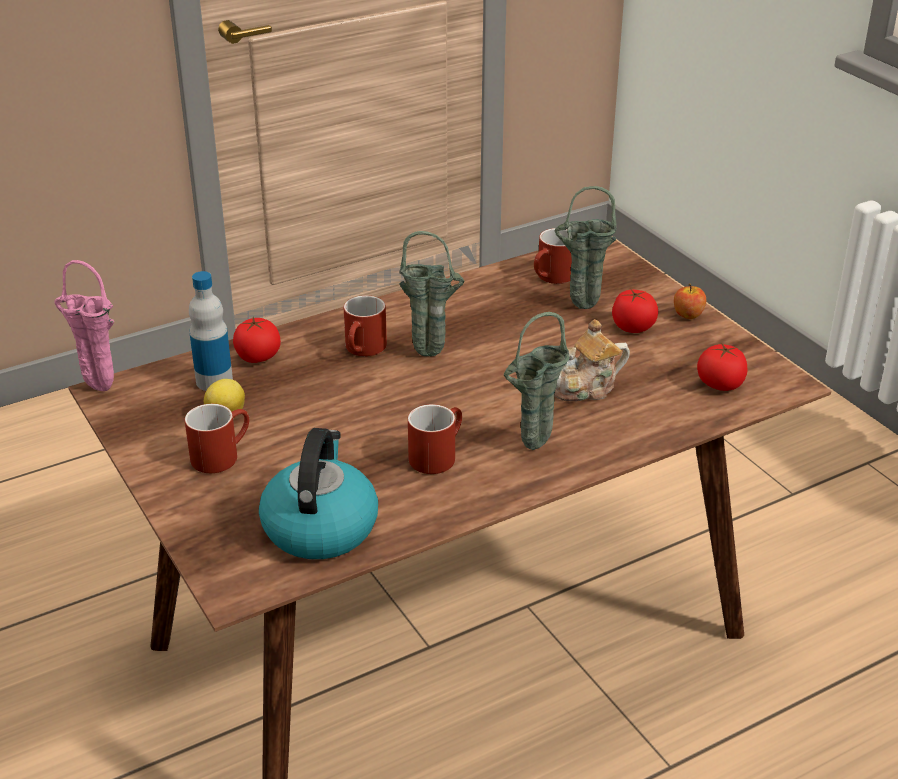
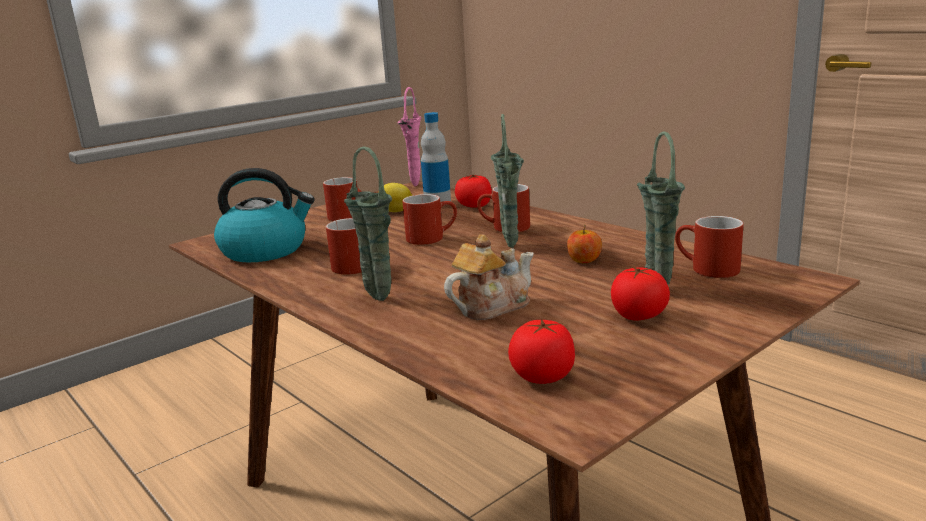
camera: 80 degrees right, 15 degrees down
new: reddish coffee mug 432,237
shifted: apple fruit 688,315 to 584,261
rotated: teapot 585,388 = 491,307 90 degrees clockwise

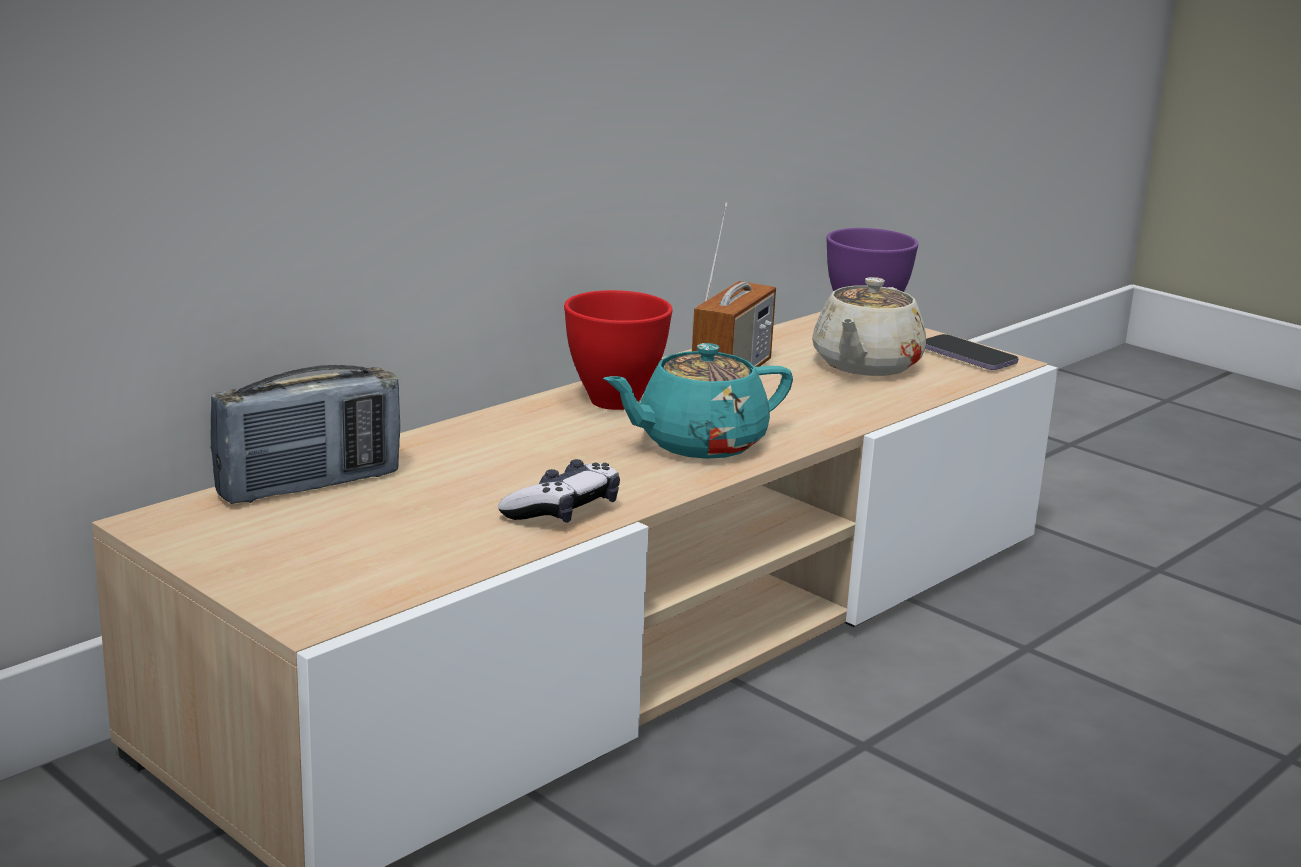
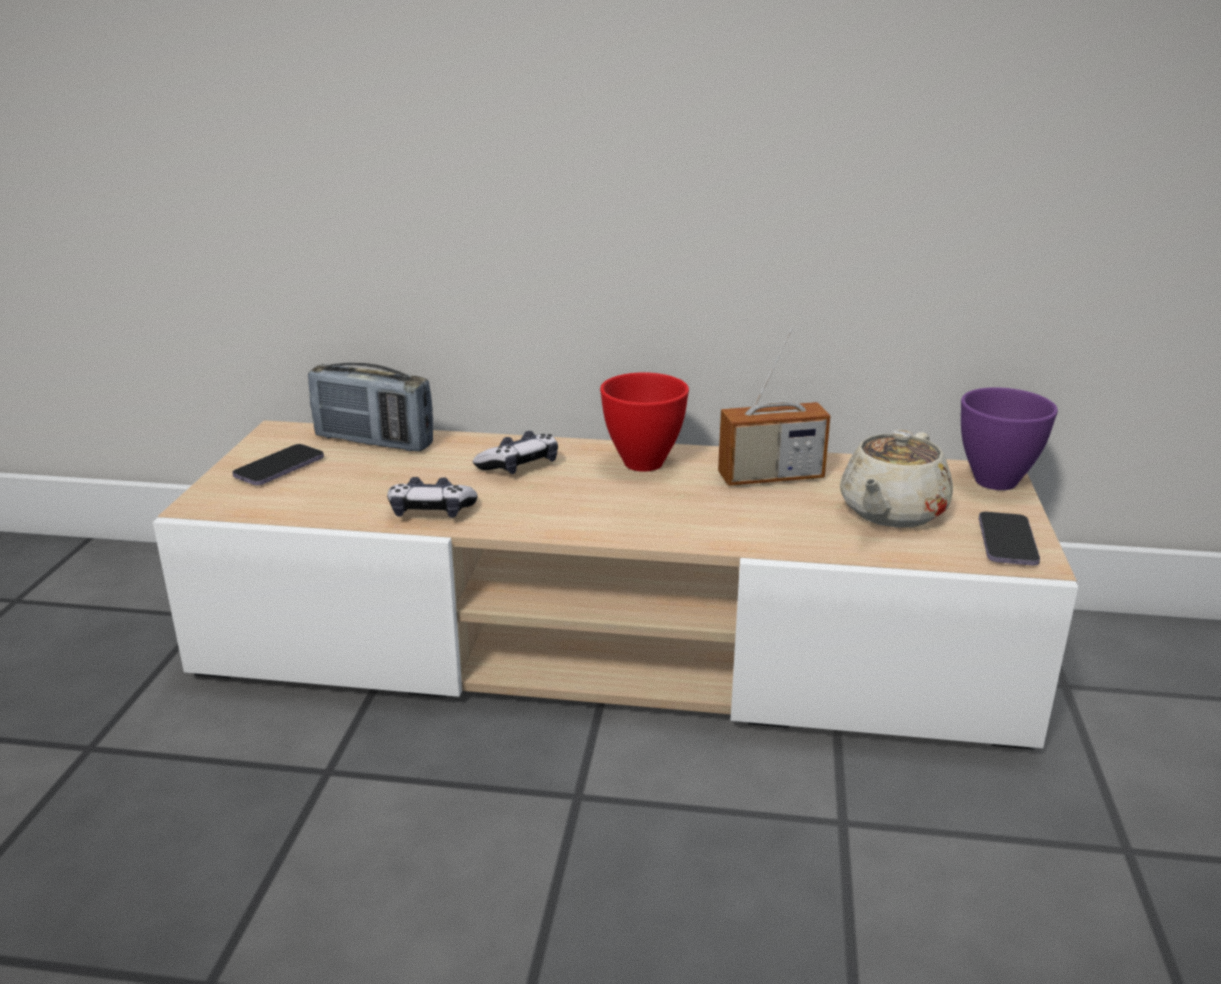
camera: 55 degrees right, 5 degrees up
gone: turquoise teapot 698,443
new: game controller 519,466; phone 279,468
rotated: beige-coloured teapot 865,365 = 891,512 45 degrees counterclockwise

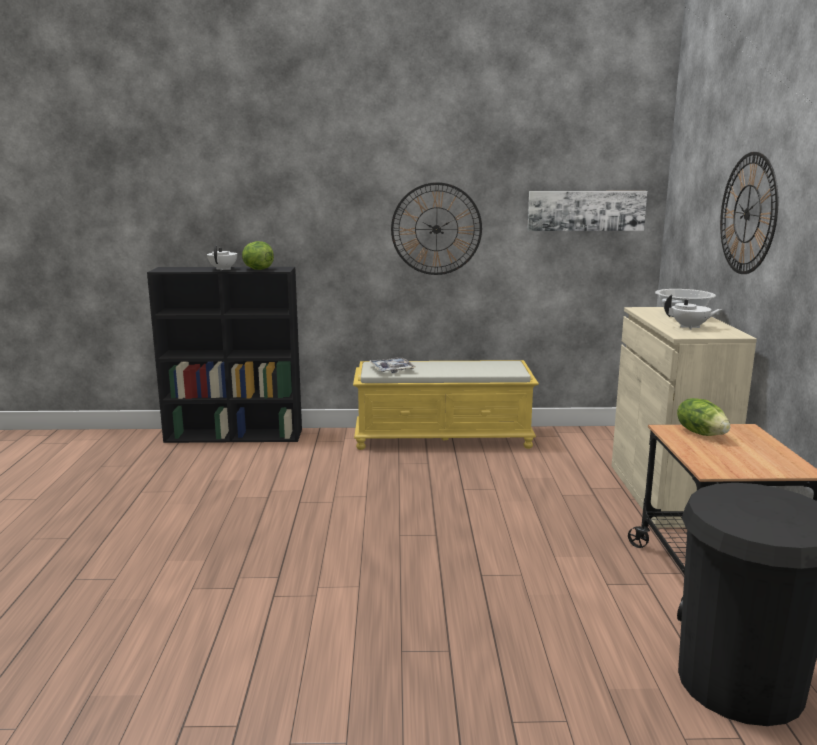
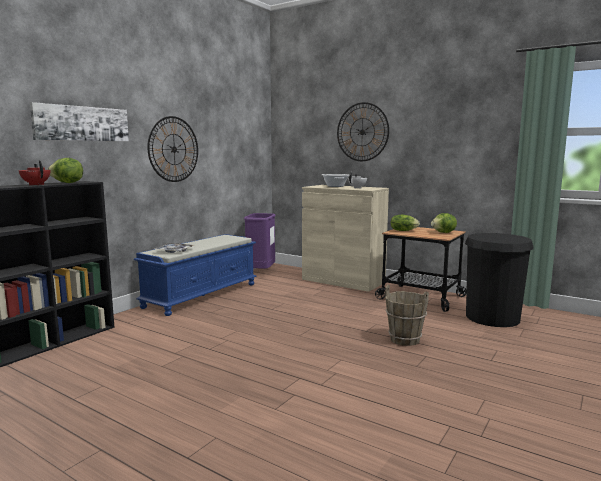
camera: 55 degrees left, 5 degrees down
new: purplish waste bin 261,272; head of lettuce 444,232; brownish water bucket 405,339
shifted: picture 586,210 to 82,123
repainted: whitish teapot 223,269 to reddish teapot 36,184; yellow-coloured indoor bench 444,438 to blue-coloured indoor bench 201,295

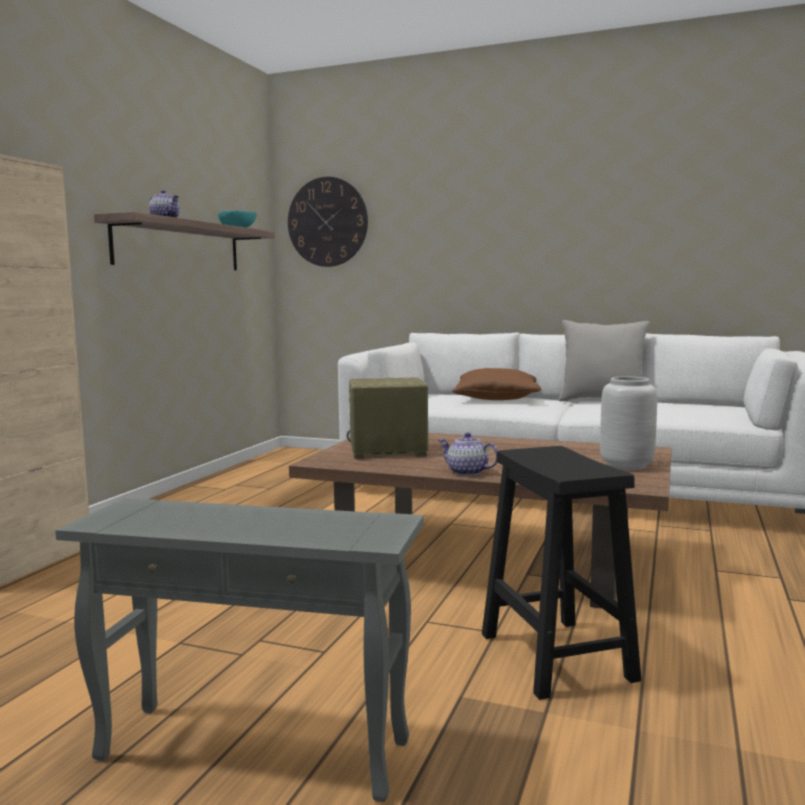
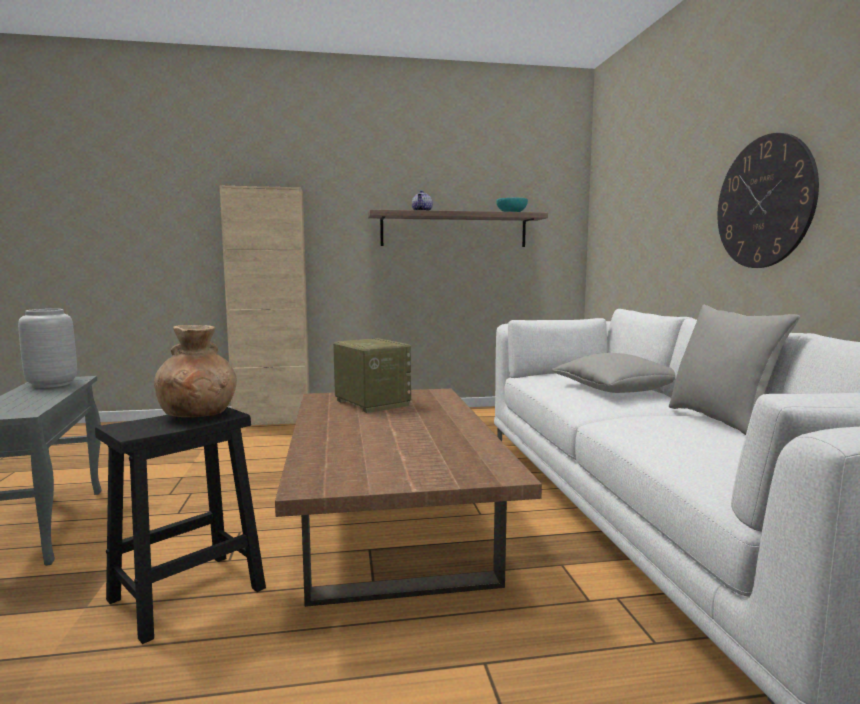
camera: 60 degrees right, 0 degrees up
gone: teapot 467,472
new: brownish decorative vase 198,414
shifted: wall clock 327,222 to 764,202; gray decorative vase 627,466 to 51,384
repainted: brownish pillow 497,399 to gray pillow 617,389

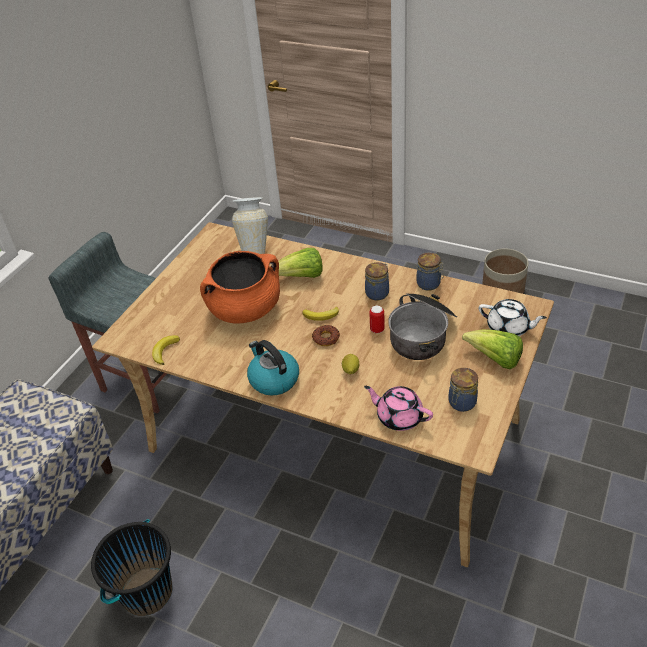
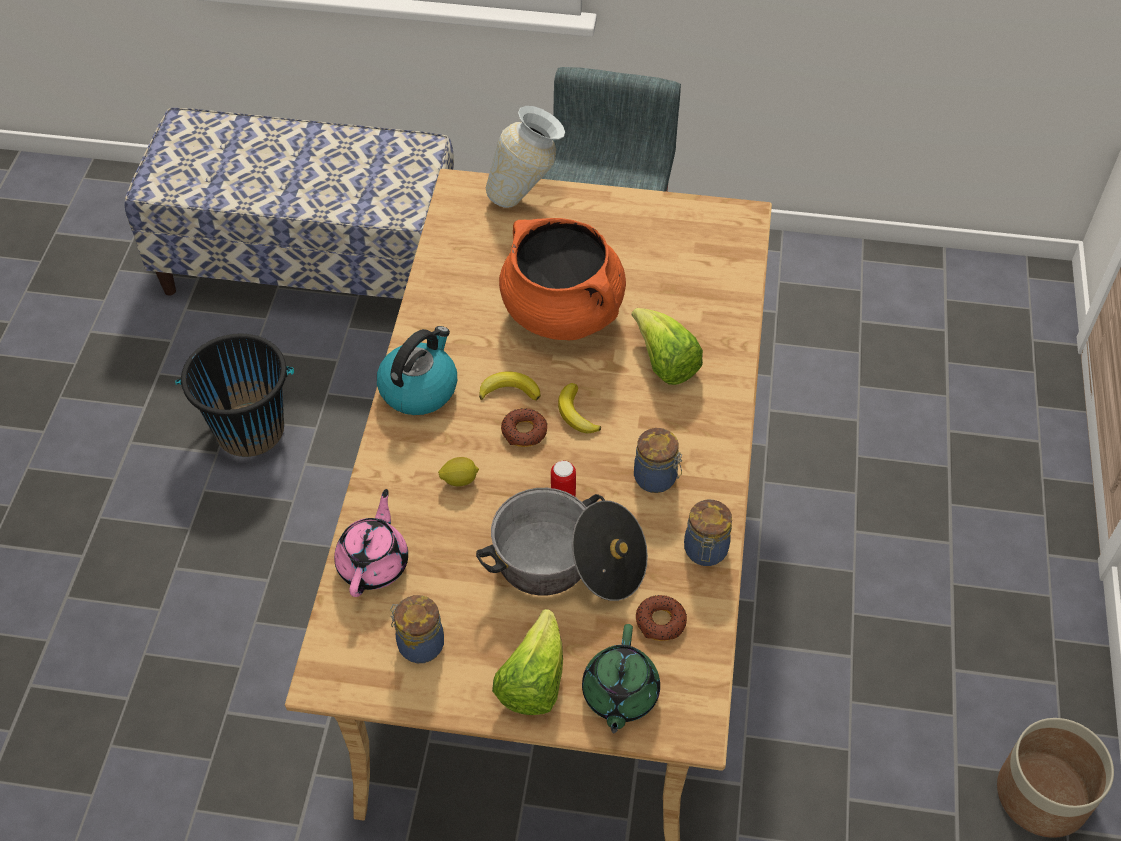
camera: 70 degrees right, 10 degrees up
new: doughnut 660,622
shifted: decorative vase 255,250 to 527,196; banana fruit 165,351 to 509,390
repainted: whitish teapot 508,328 to green-coloured teapot 619,695

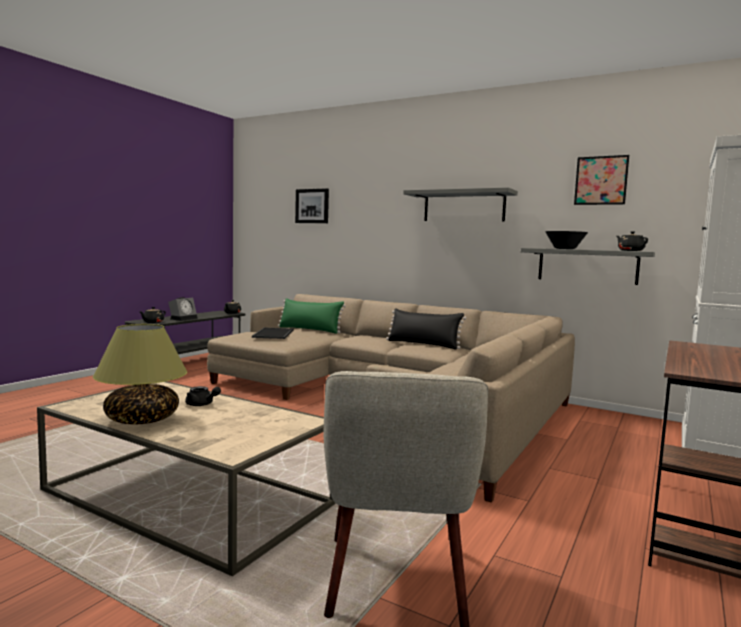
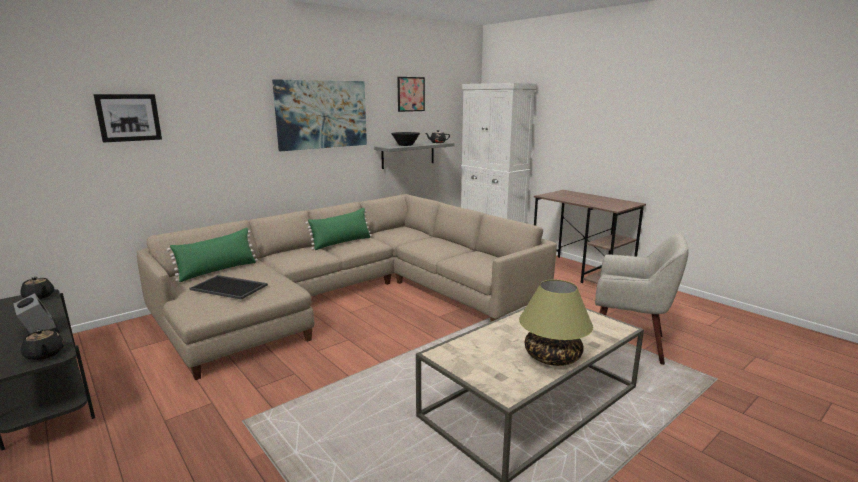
camera: 70 degrees left, 10 degrees up
gone: black teapot 201,405
swapped: gray shelf 464,206 to picture 322,114
repainted: black pillow 423,344 to green-coloured pillow 341,243

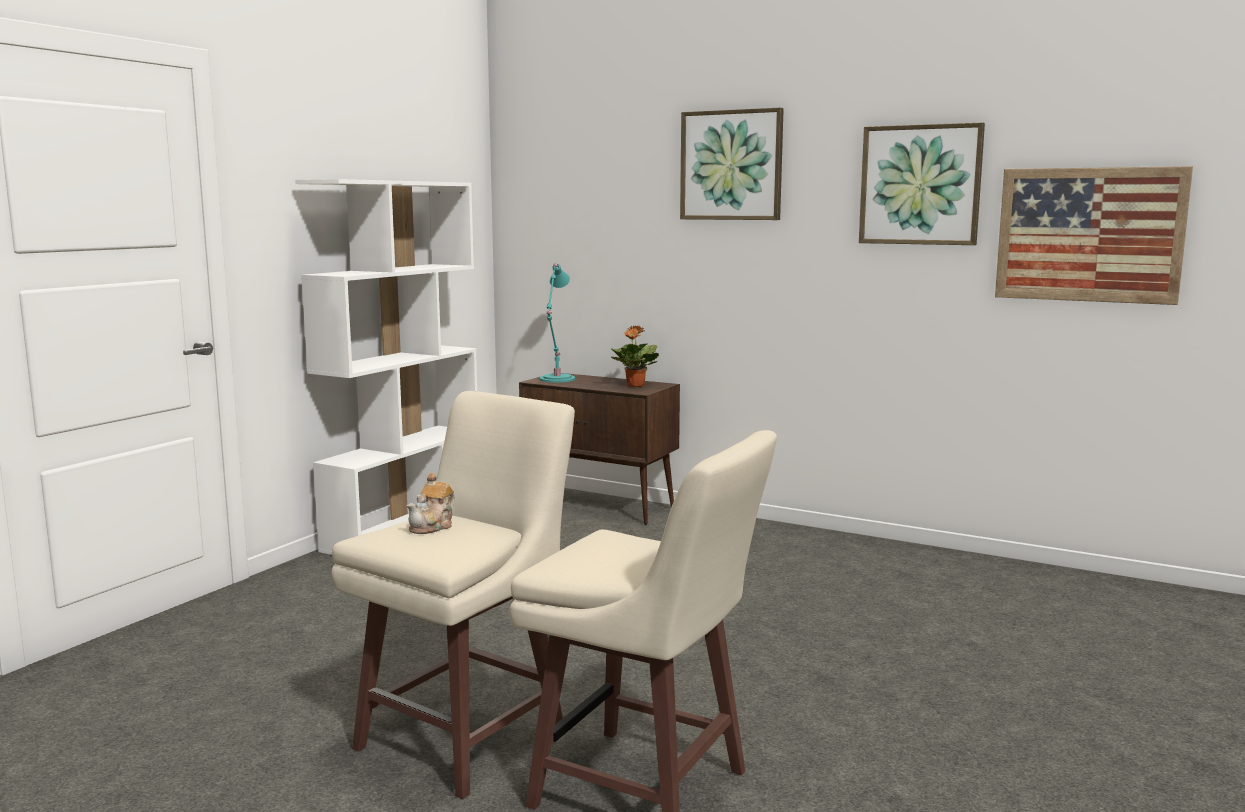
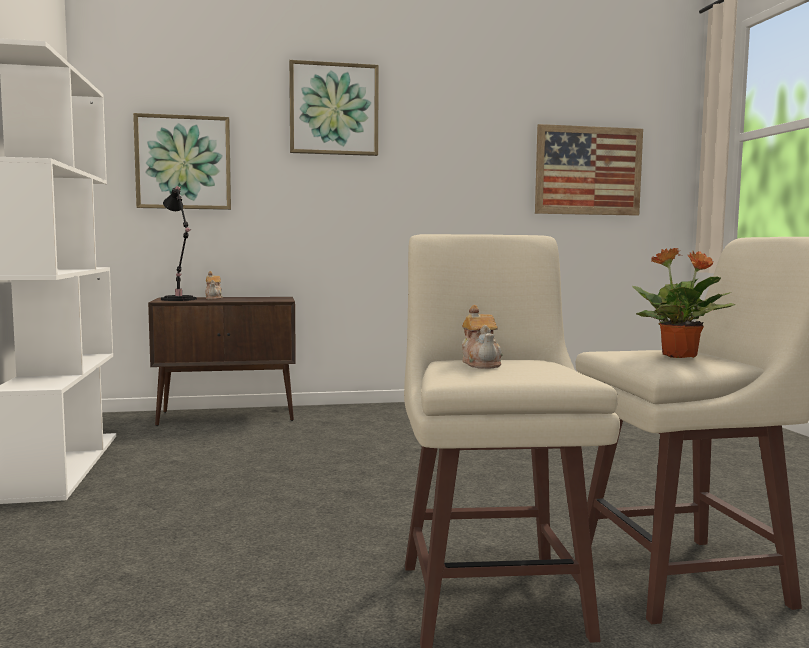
camera: 40 degrees left, 5 degrees down
new: teapot 214,298
shifted: picture 920,185 to 183,162; plant in a pot 635,386 to 680,356
repainted: turquoise lamp for a table 556,380 to black lamp for a table 179,299

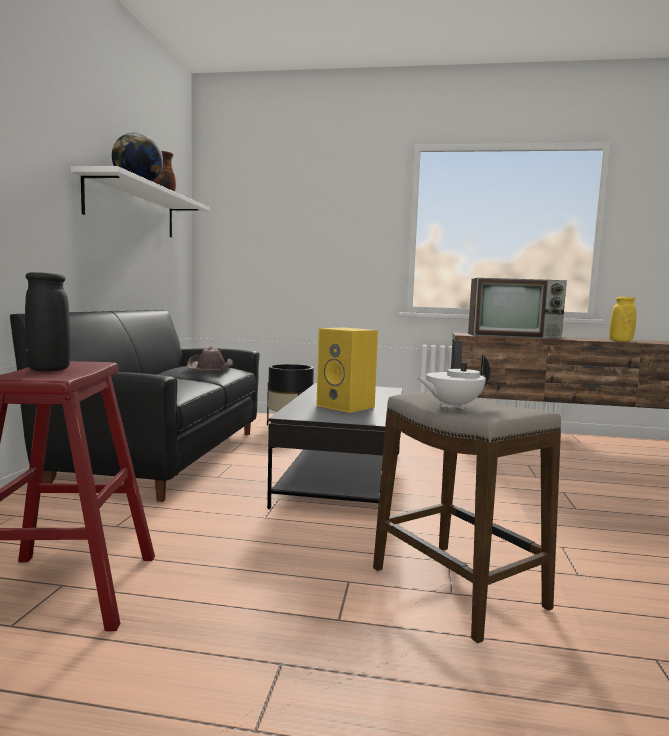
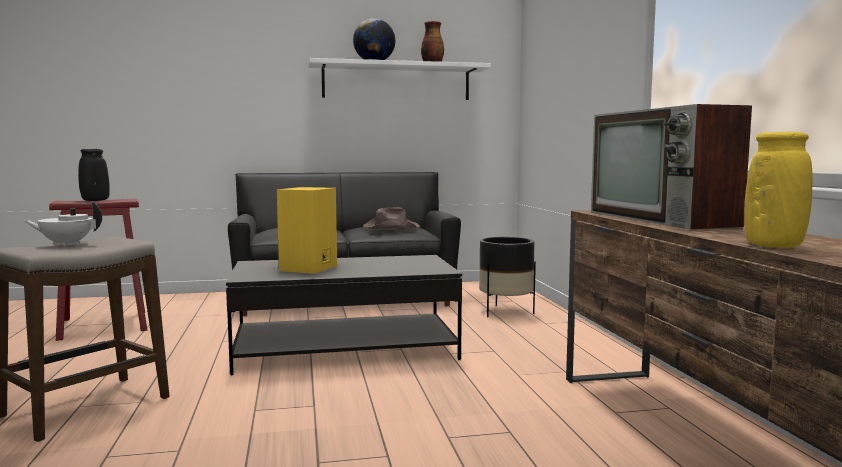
camera: 70 degrees right, 0 degrees up
rotated: whitish teapot 452,406 = 66,244 60 degrees counterclockwise

